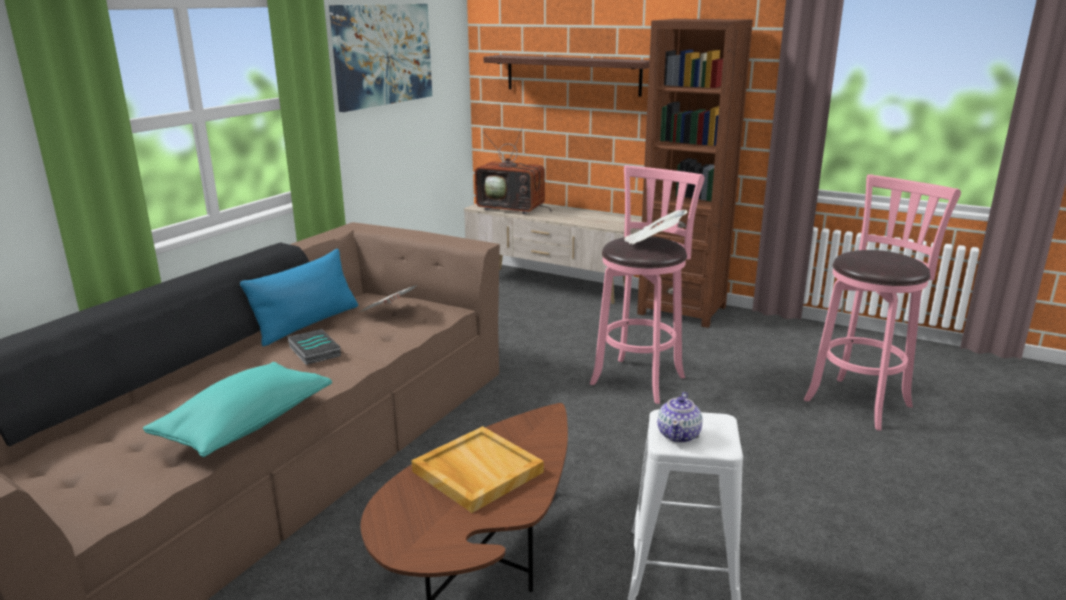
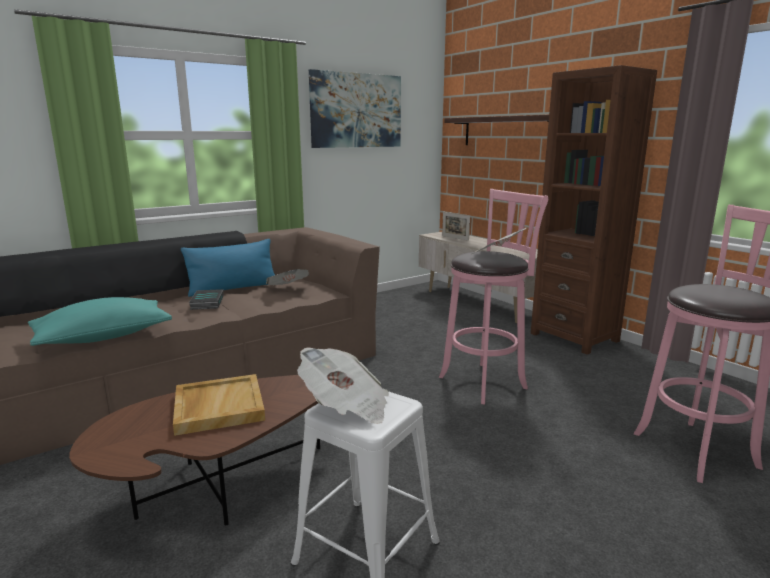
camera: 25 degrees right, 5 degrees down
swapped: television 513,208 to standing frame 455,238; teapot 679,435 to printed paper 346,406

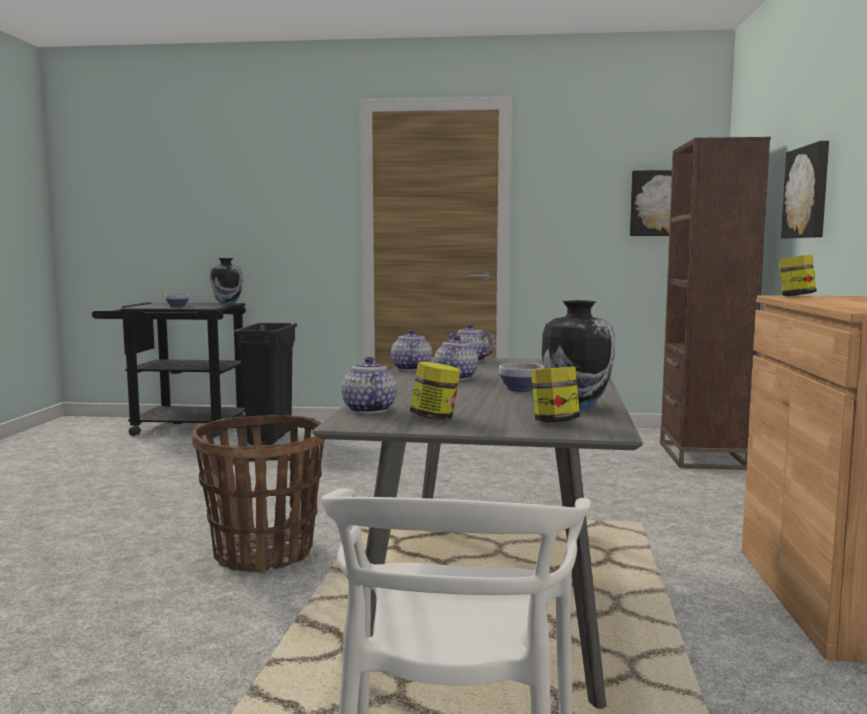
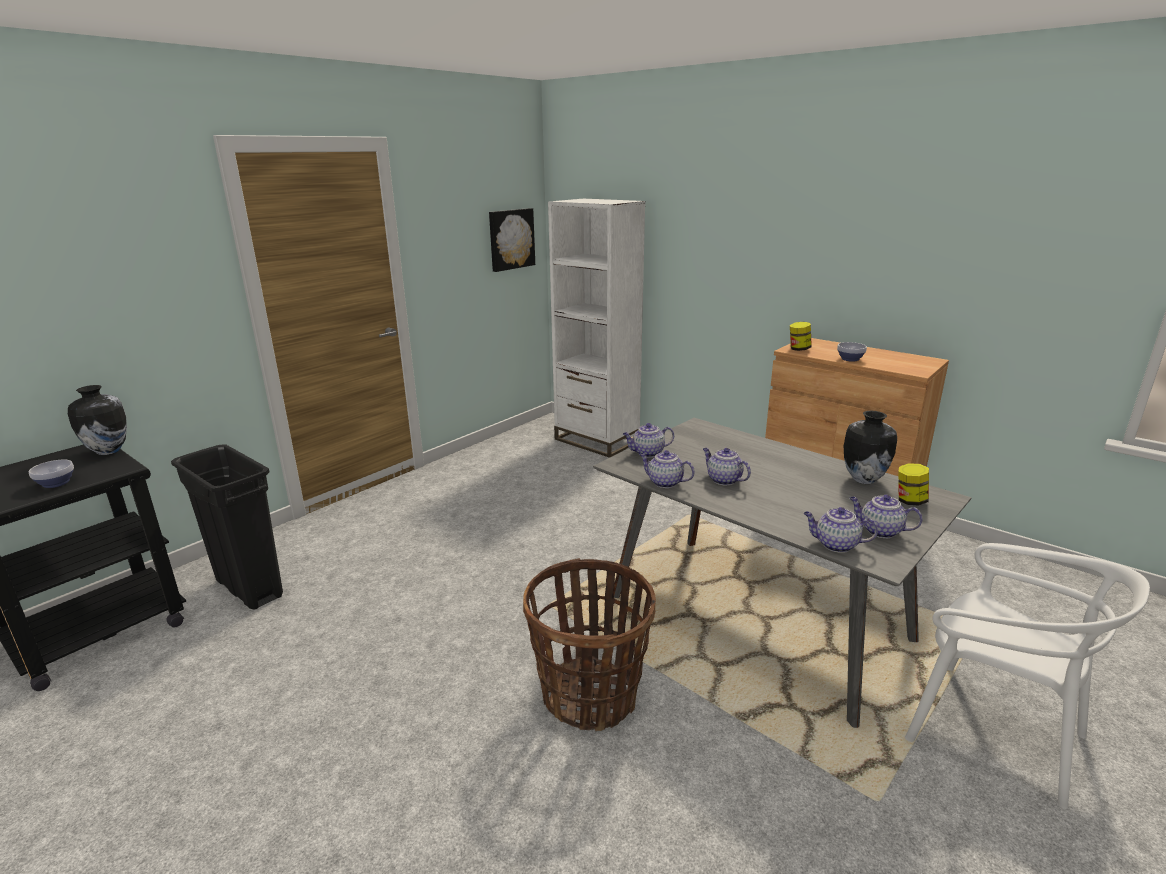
camera: 55 degrees left, 15 degrees up
gone: picture 808,192
shifted: bowl 520,389 to 849,359
swapped: preserve jar 435,418 to teapot 879,531
repainted: brownish shelving unit 702,455 to whitish shelving unit 596,440

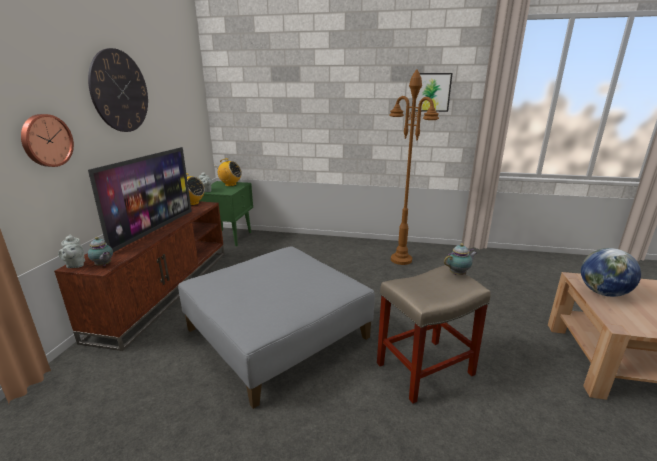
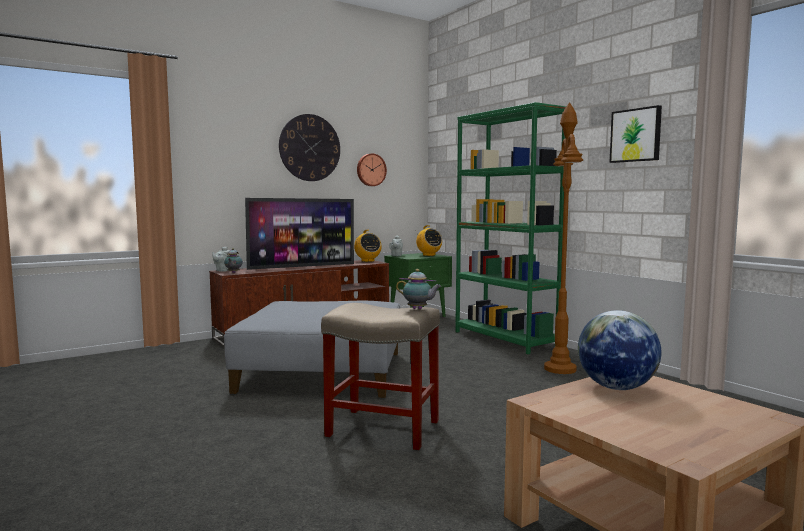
camera: 45 degrees right, 15 degrees down
new: green-coloured shelving unit 504,339
shifted: wall clock 46,140 to 370,170

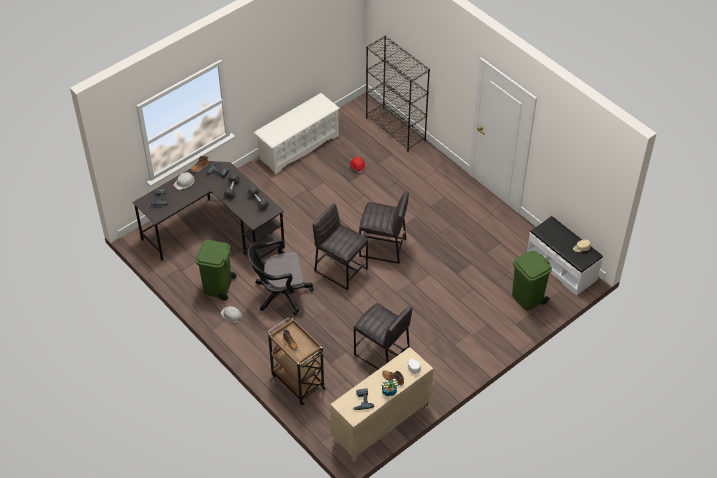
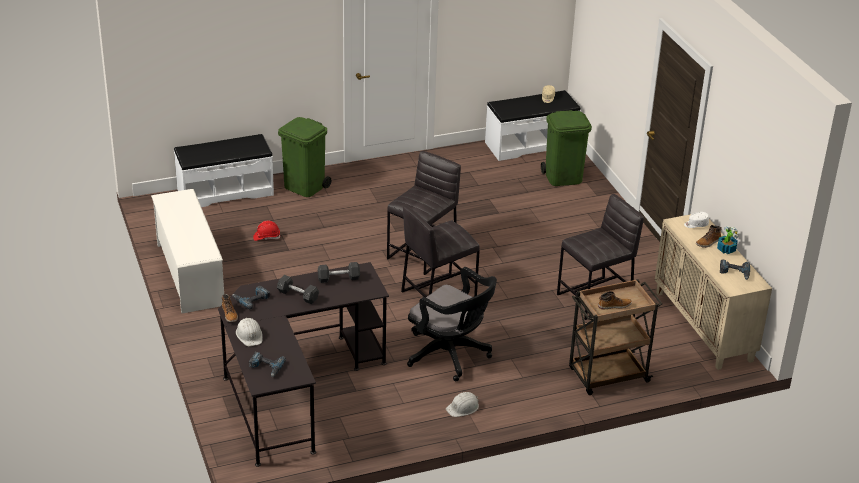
camera: 70 degrees left, 15 degrees down
shifted: green-coloured waste bin 218,287 to 305,187
swapped: black shelving unit 396,129 to whitish indoor bench 225,192
rotated: black computer chair 279,294 = 451,355 60 degrees counterclockwise

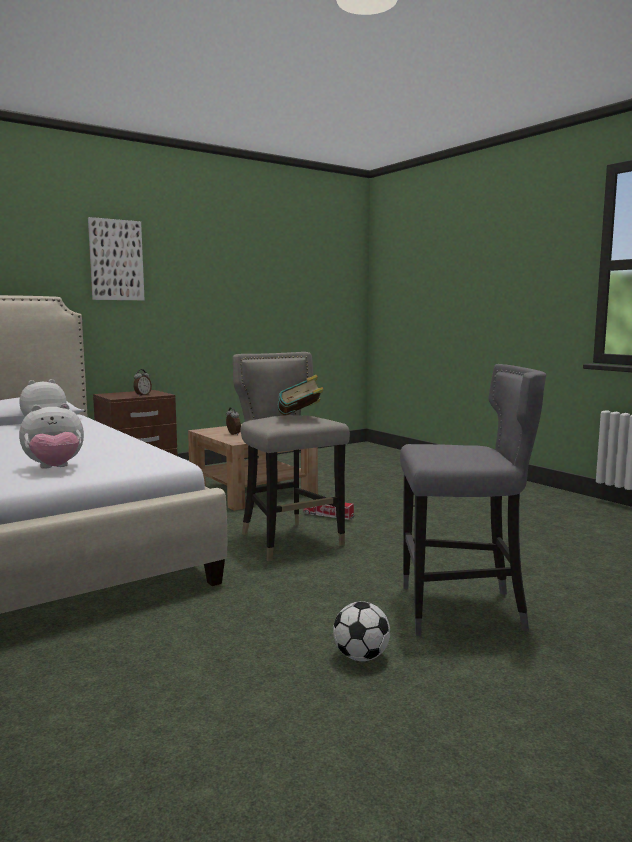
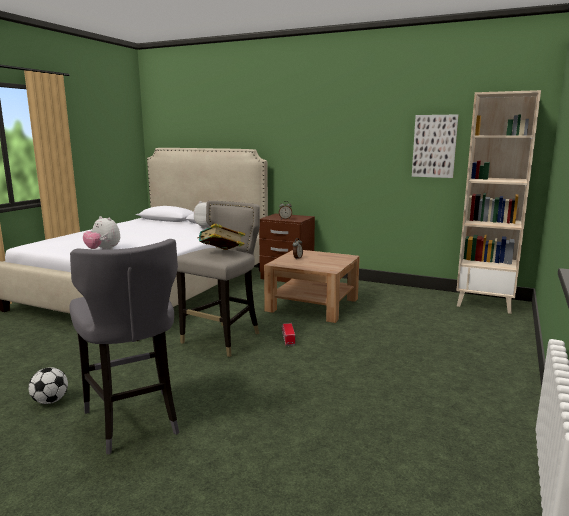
camera: 60 degrees right, 5 degrees up
new: beige-coloured shelving unit 485,303
shifted: picture 116,260 to 434,146

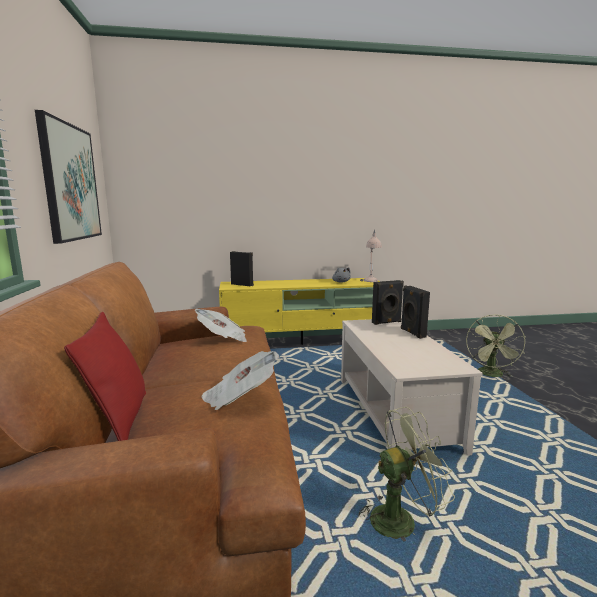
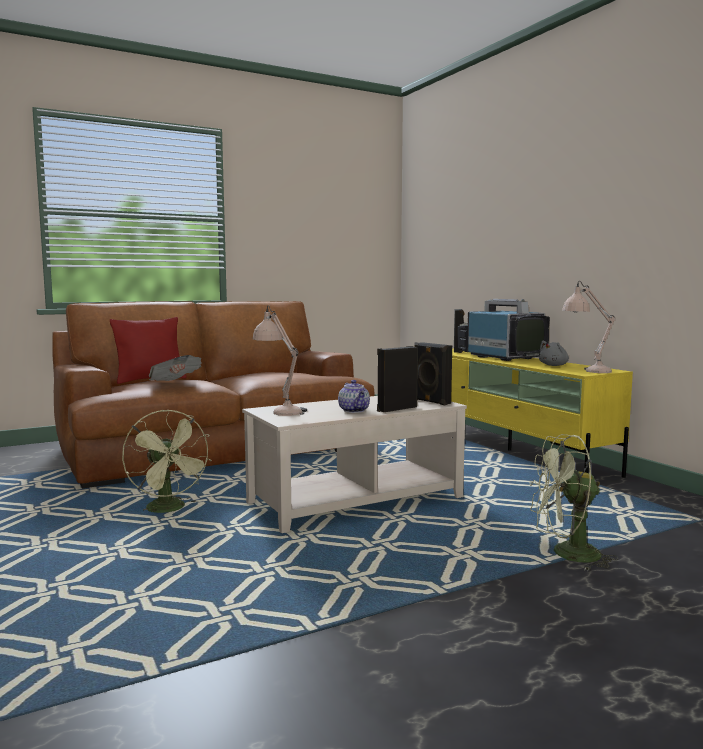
camera: 70 degrees right, 5 degrees down
gone: picture 70,182; printed paper 223,338
new: television 500,357; beige-coloured lamp for a table 279,410; teapot 354,410

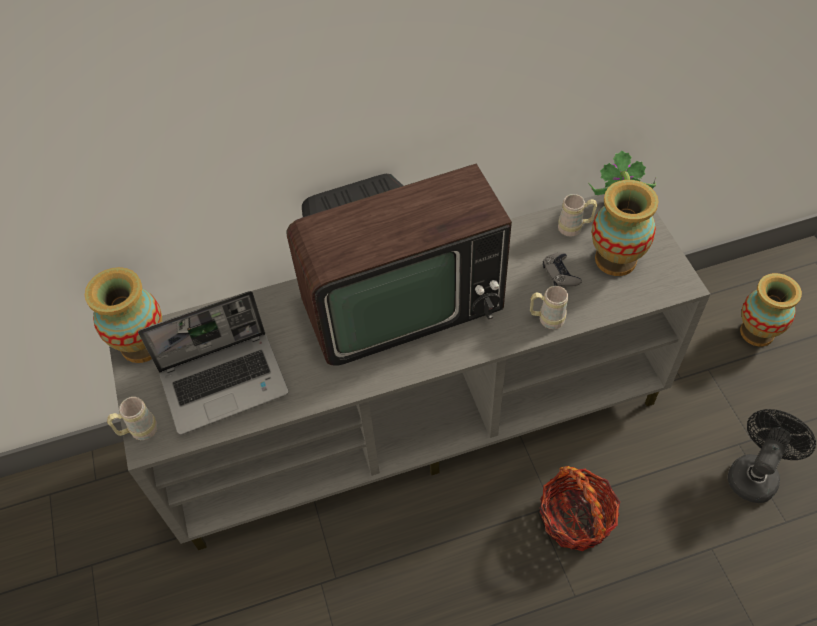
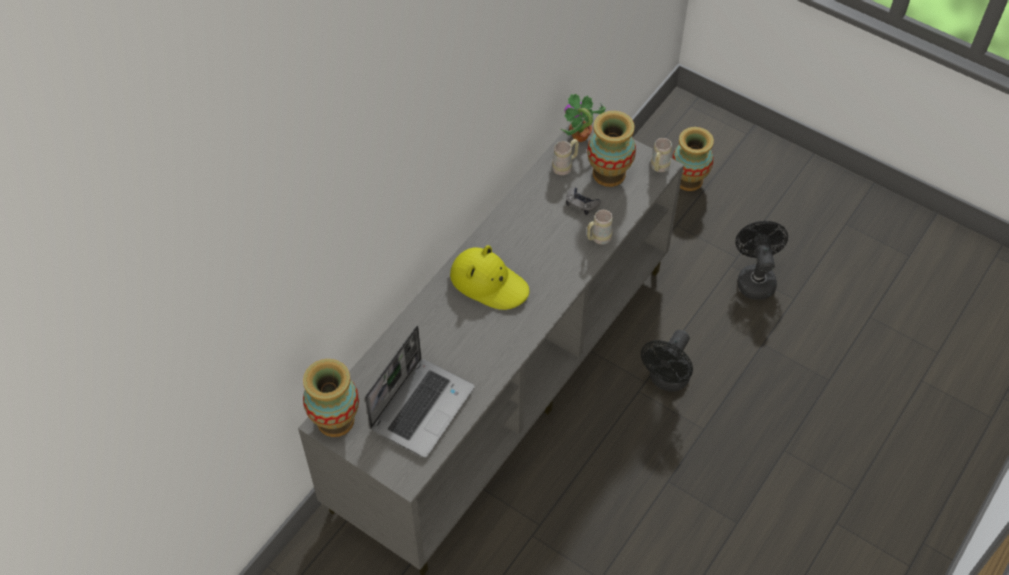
camera: 40 degrees left, 0 degrees up
shifted: beige-coloured coffee mug 138,431 to 658,168
swapped: television 397,299 to yellow-coloured clothing hat 489,283; household basket 575,519 to black fan 667,380

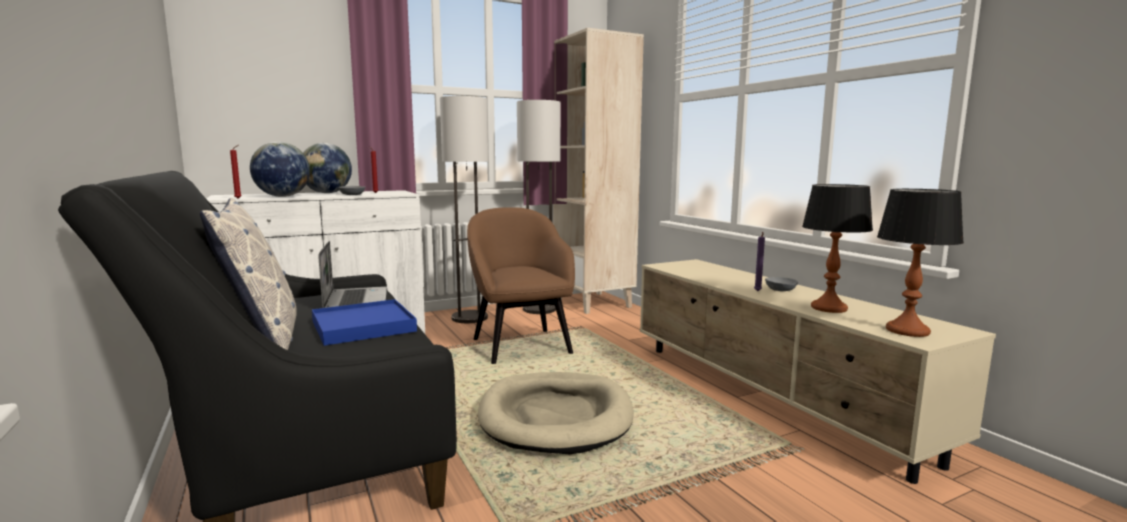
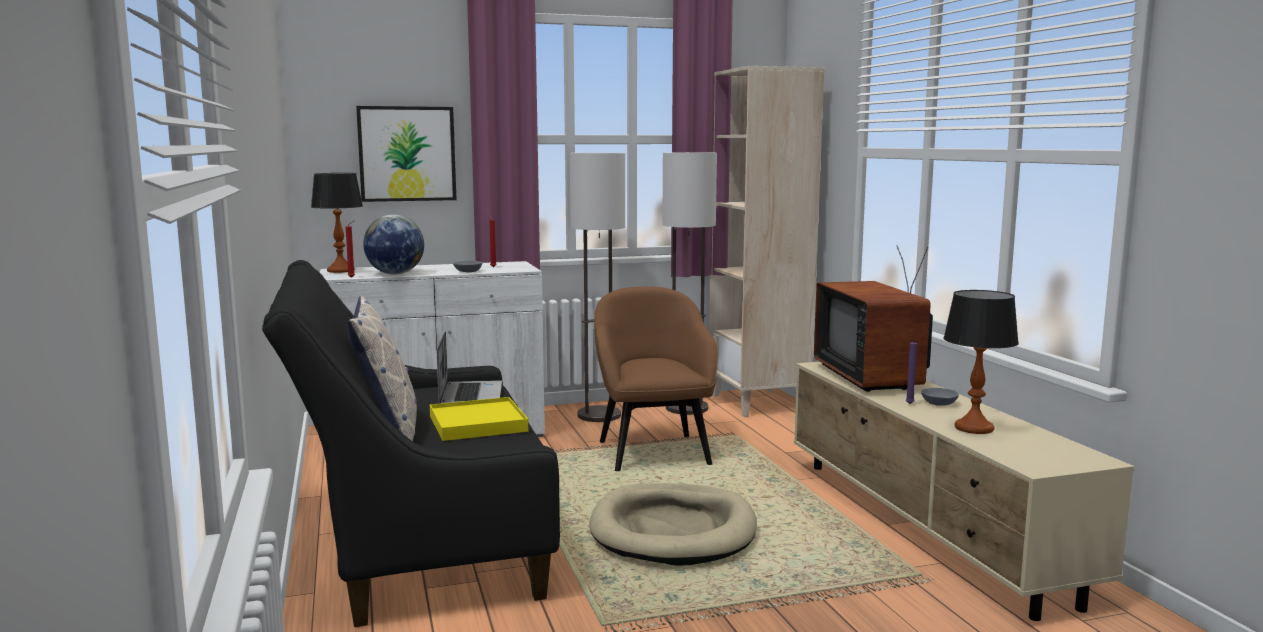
camera: 10 degrees right, 0 degrees up
gone: world globe 327,193
new: picture 407,154; television 874,377
shifted: lamp for a table 908,330 to 341,270
repainted: blue-coloured serving tray 363,326 to yellow-coloured serving tray 477,424

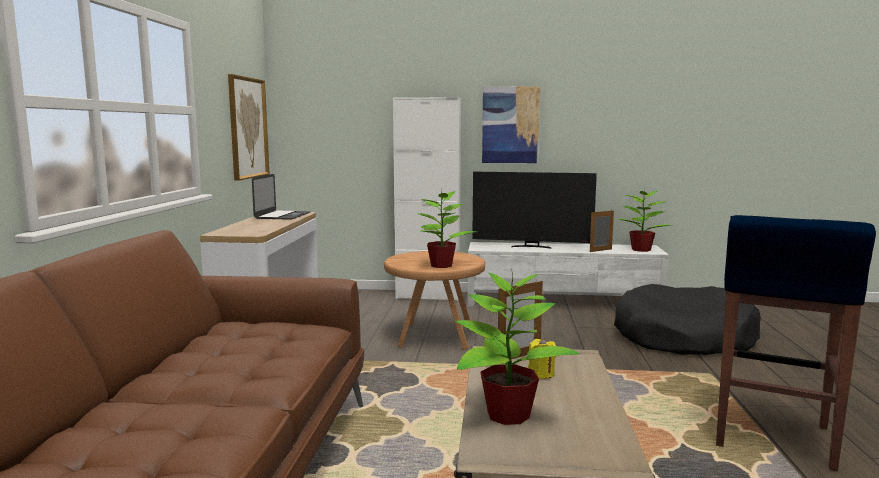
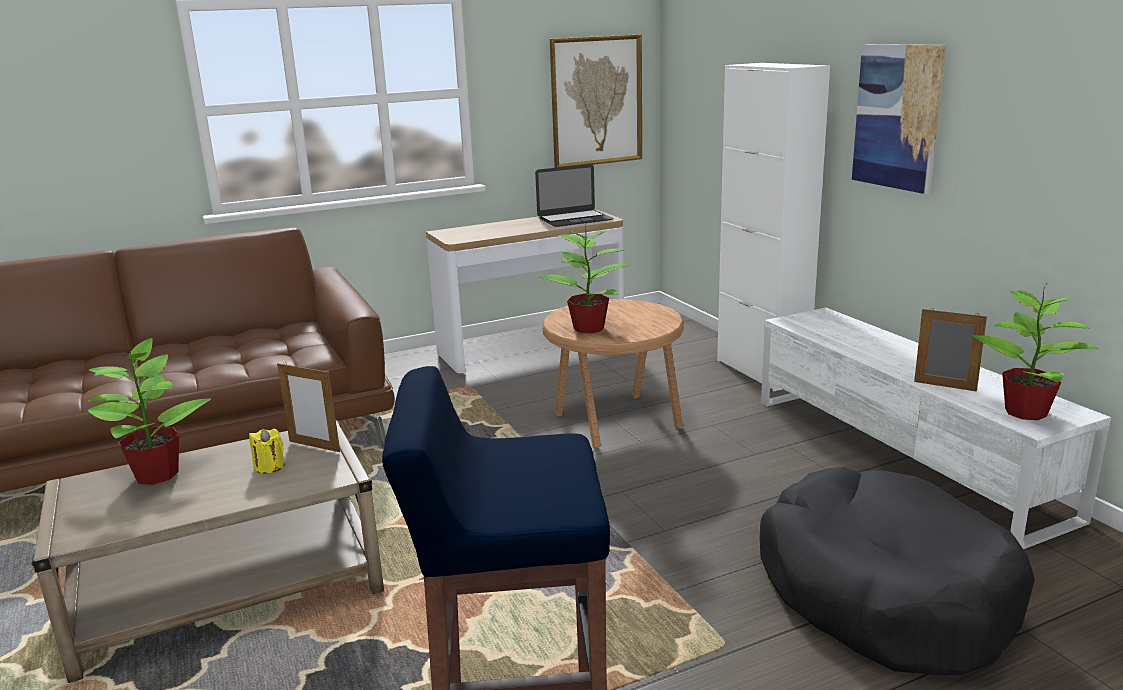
camera: 60 degrees right, 10 degrees up
gone: television 531,247

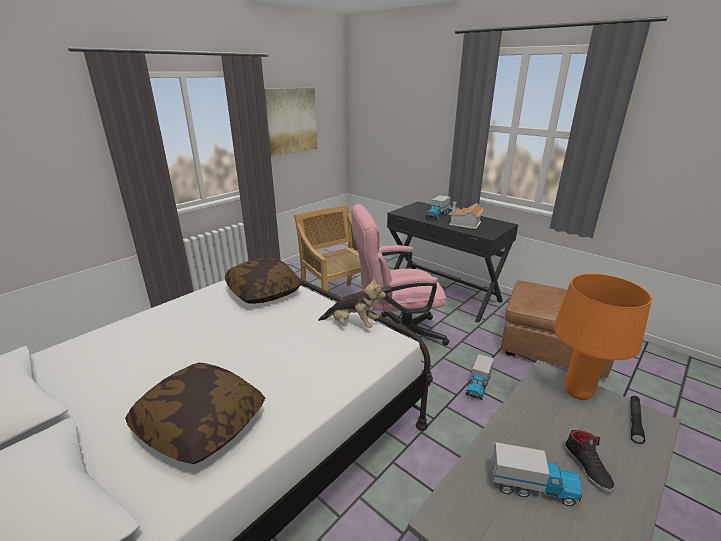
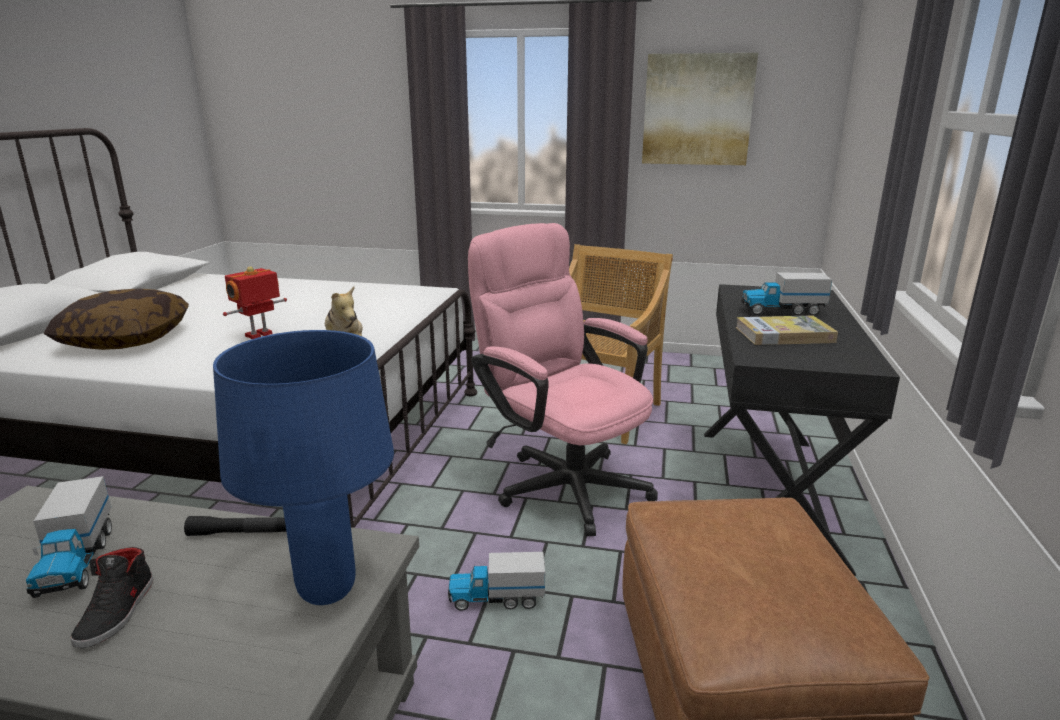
camera: 60 degrees right, 5 degrees down
gone: pillow 263,292
new: robot figure 259,335
shifted: black torch 634,422 to 242,533
swapped: toy house 465,224 to bound book 784,335
repainted: orange-coloured lamp for a table 578,393 to blue-coloured lamp for a table 326,591
rotated: black item of footwear 587,467 = 117,612 45 degrees counterclockwise

